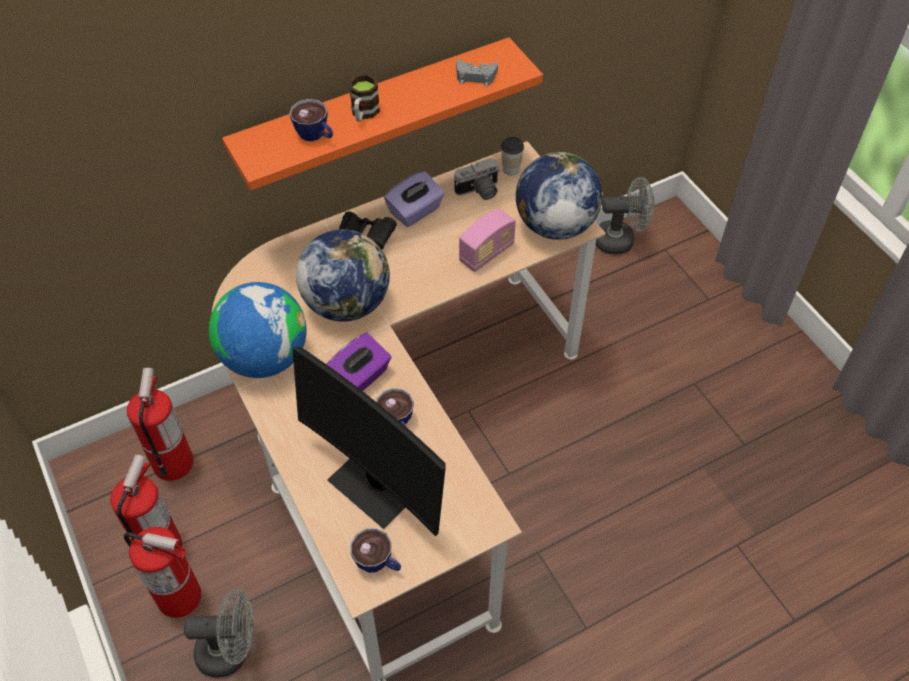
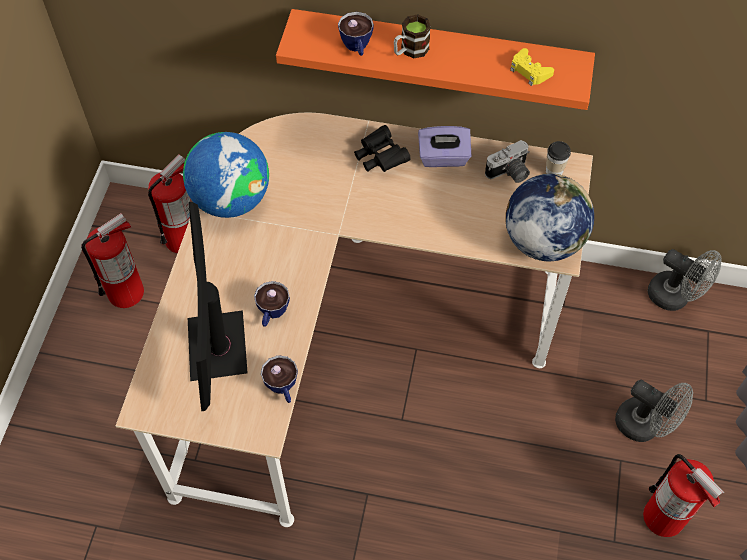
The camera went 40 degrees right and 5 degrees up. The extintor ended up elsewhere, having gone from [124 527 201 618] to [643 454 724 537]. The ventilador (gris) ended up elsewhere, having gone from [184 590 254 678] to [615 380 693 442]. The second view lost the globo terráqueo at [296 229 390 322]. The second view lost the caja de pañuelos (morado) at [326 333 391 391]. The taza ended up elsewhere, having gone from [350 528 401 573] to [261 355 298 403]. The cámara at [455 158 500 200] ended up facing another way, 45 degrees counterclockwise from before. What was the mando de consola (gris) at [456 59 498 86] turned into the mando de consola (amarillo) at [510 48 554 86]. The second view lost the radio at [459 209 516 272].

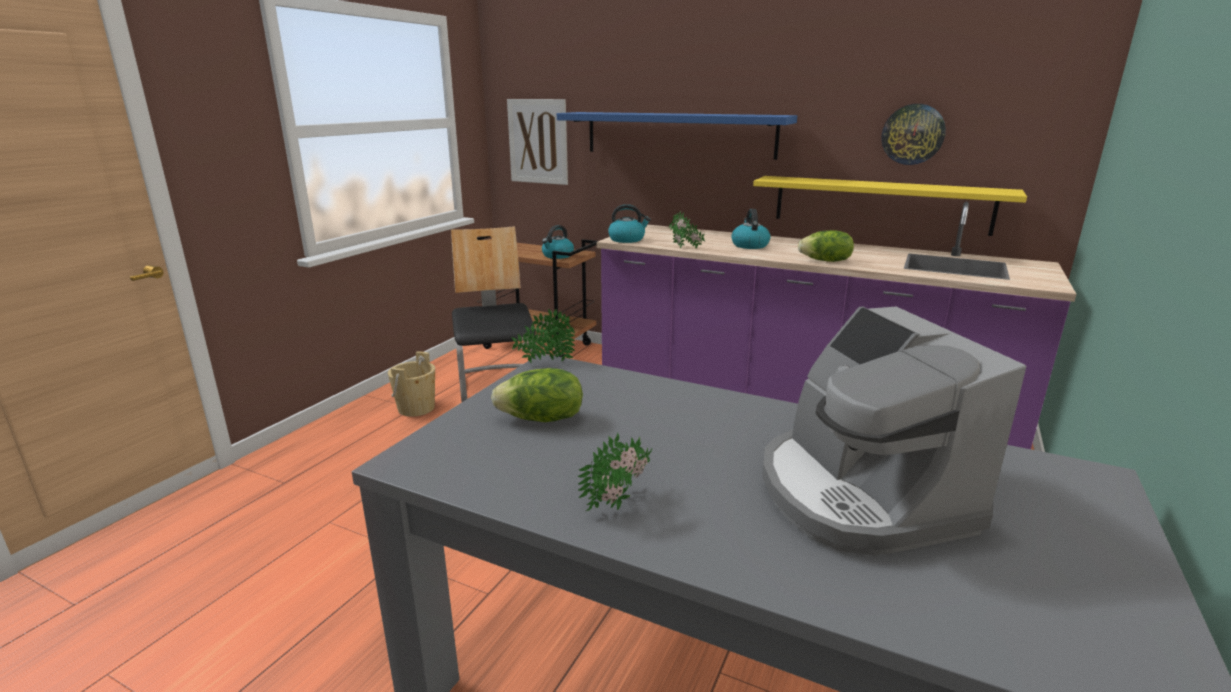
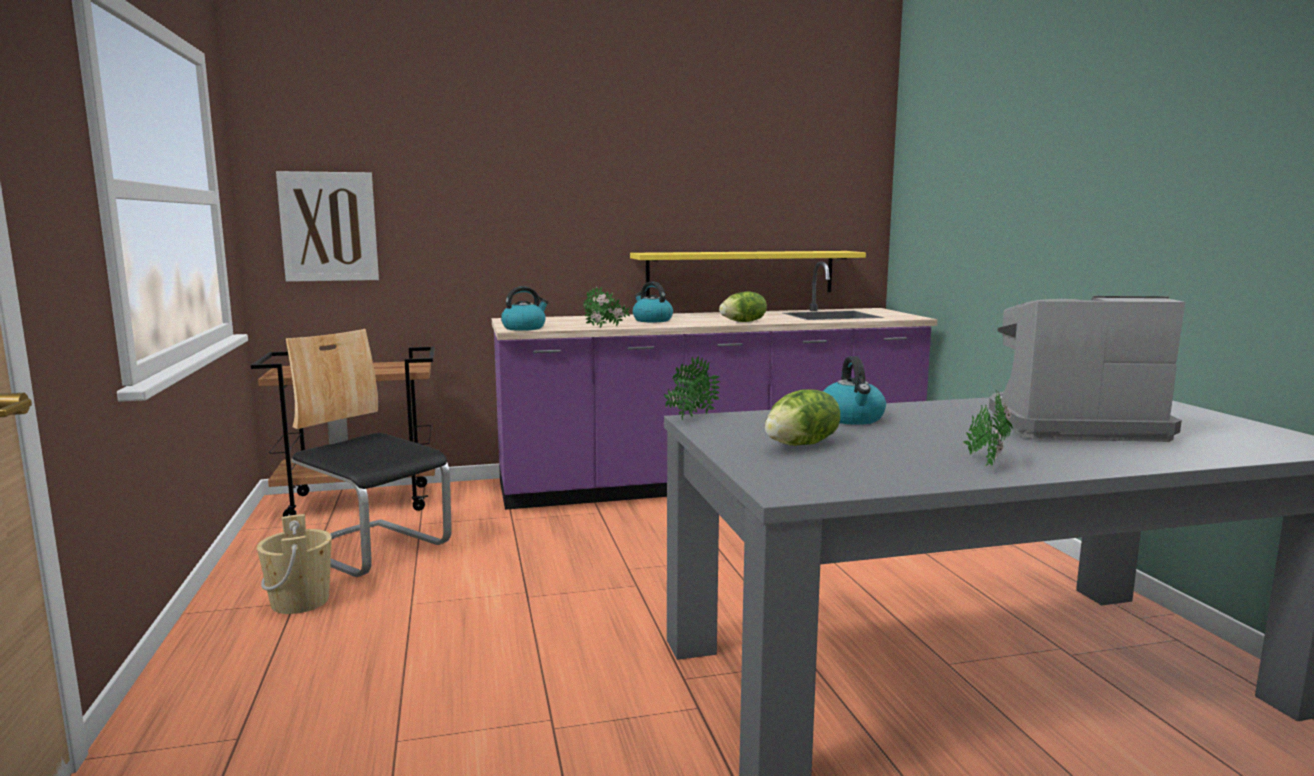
The camera went 40 degrees left and 10 degrees down. The hervidor ended up elsewhere, having gone from [542 225 574 259] to [823 356 886 425]. The second view lost the estante (azul) at [557 112 797 160]. The cafetera at [762 307 1026 555] ended up facing another way, 150 degrees clockwise from before. The second view lost the reloj de pared at [881 104 946 165].

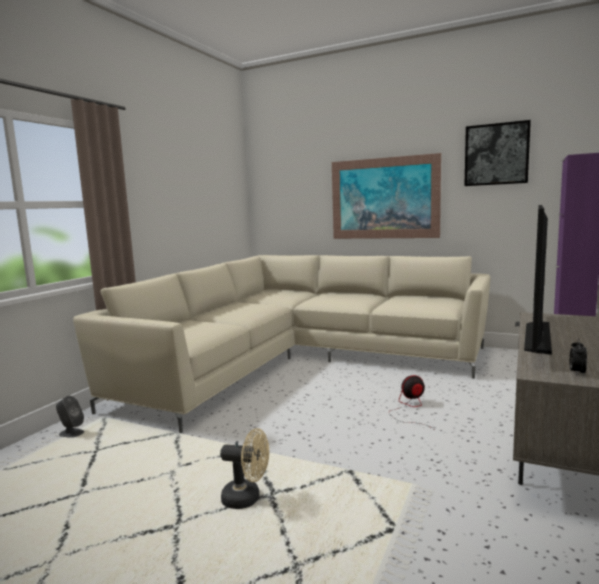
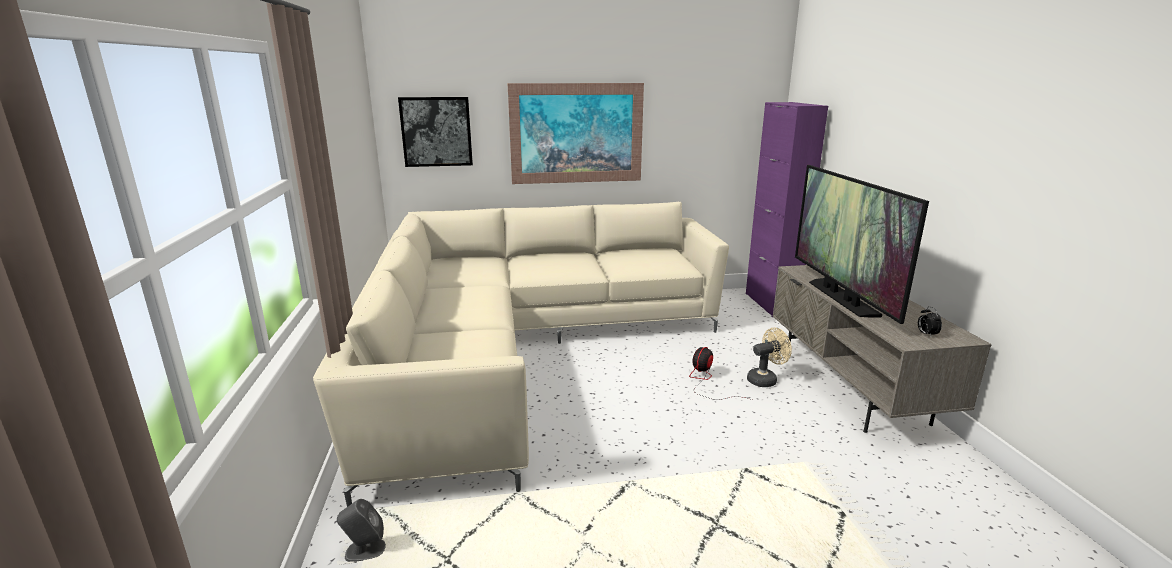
The camera went 35 degrees left and 10 degrees up. The ventilador (beis) ended up elsewhere, having gone from [220 428 269 509] to [747 327 792 387]. The cuadro ended up elsewhere, having gone from [464 120 531 186] to [398 97 473 167].

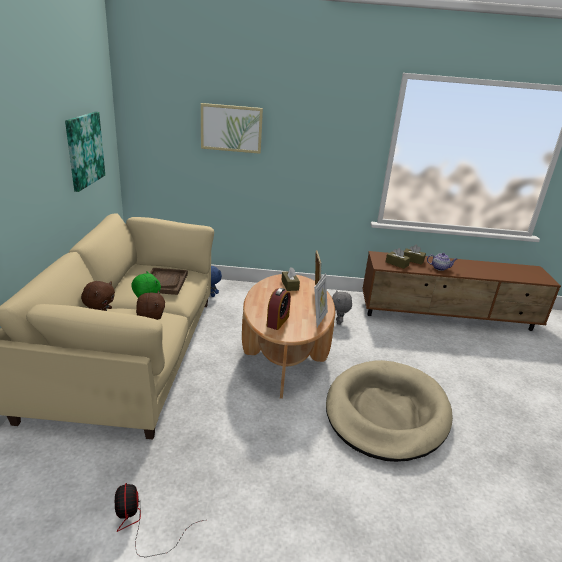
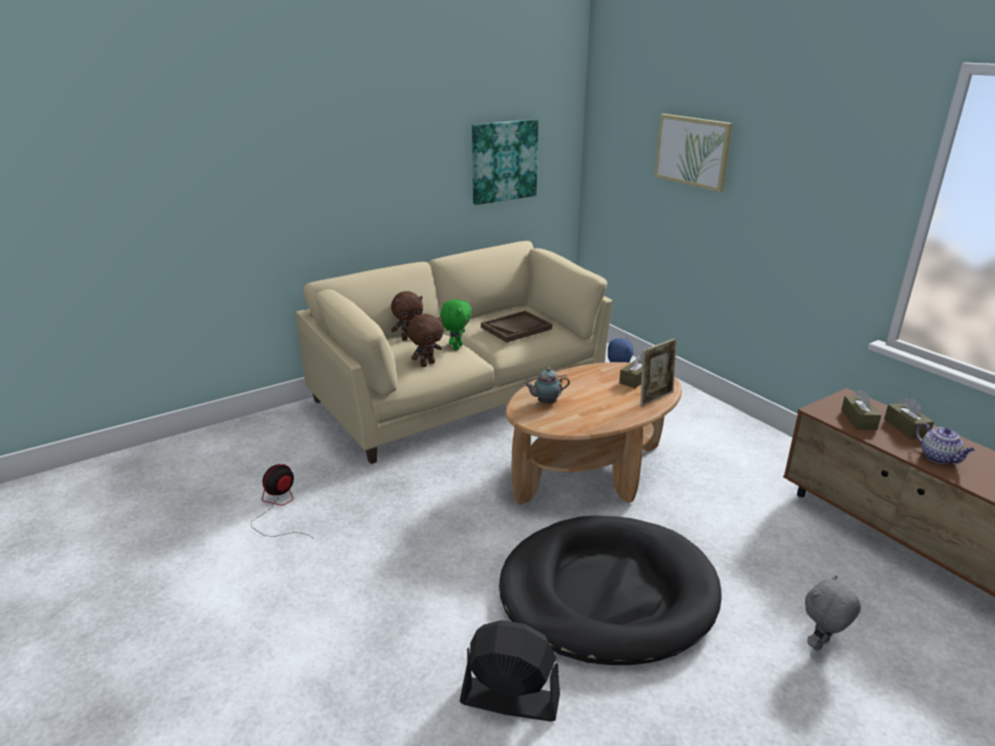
The camera went 55 degrees right and 0 degrees up. Where the despertador stood at [267 288 291 330], the tetera came to stand at [524 367 570 404]. The second view lost the portarretratos at [314 273 328 327]. What was the cama para perro (beis) at [326 360 453 462] turned into the cama para perro (negro) at [499 515 721 665]. The peluche (gris) ended up elsewhere, having gone from [332 291 352 325] to [805 575 861 651]. The second view gained the ventilador (negro) at [460 620 560 722].

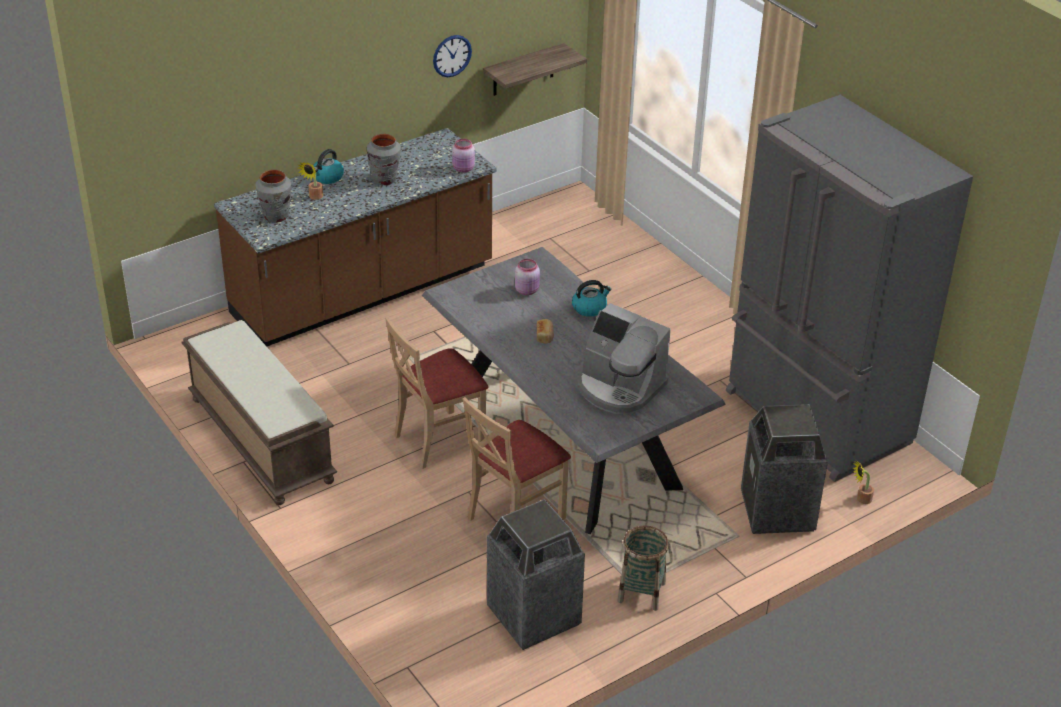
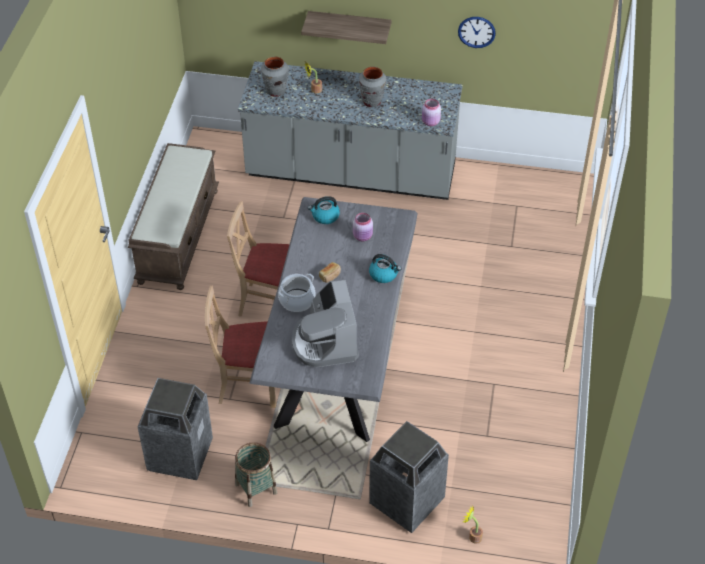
The camera went 45 degrees right and 10 degrees up. What was the mueble bajo de cocina (marrón) at [214 128 496 346] turned into the mueble bajo de cocina (gris) at [238 61 463 200]. The hervidor ended up elsewhere, having gone from [313 149 344 184] to [308 196 340 224]. The estante ended up elsewhere, having gone from [483 43 587 96] to [301 11 391 44]. The second view lost the nevera (gris) at [726 95 973 482]. The second view gained the olla at [278 273 316 312].

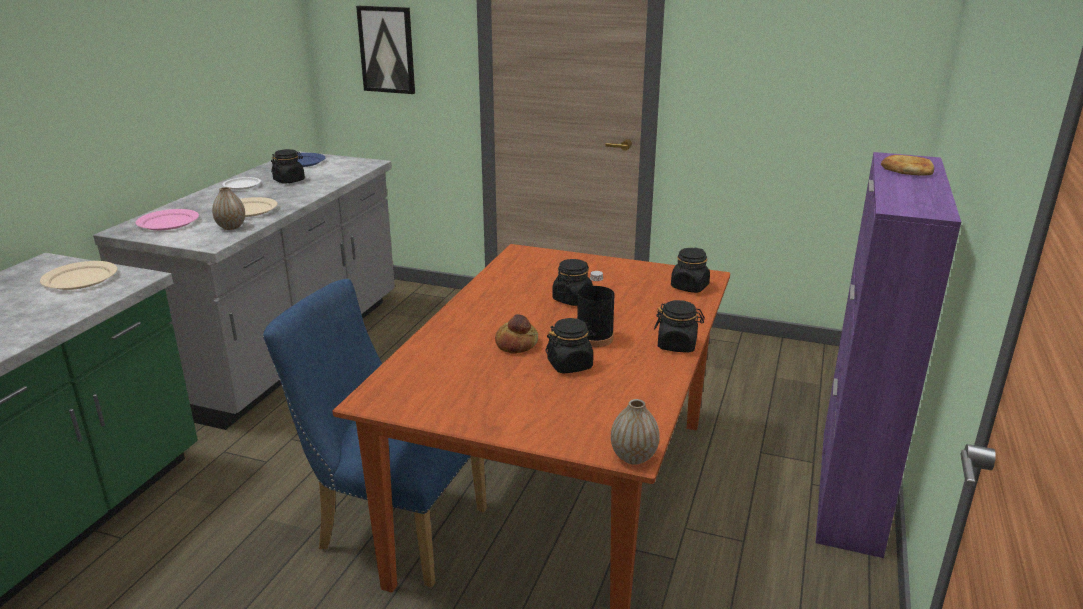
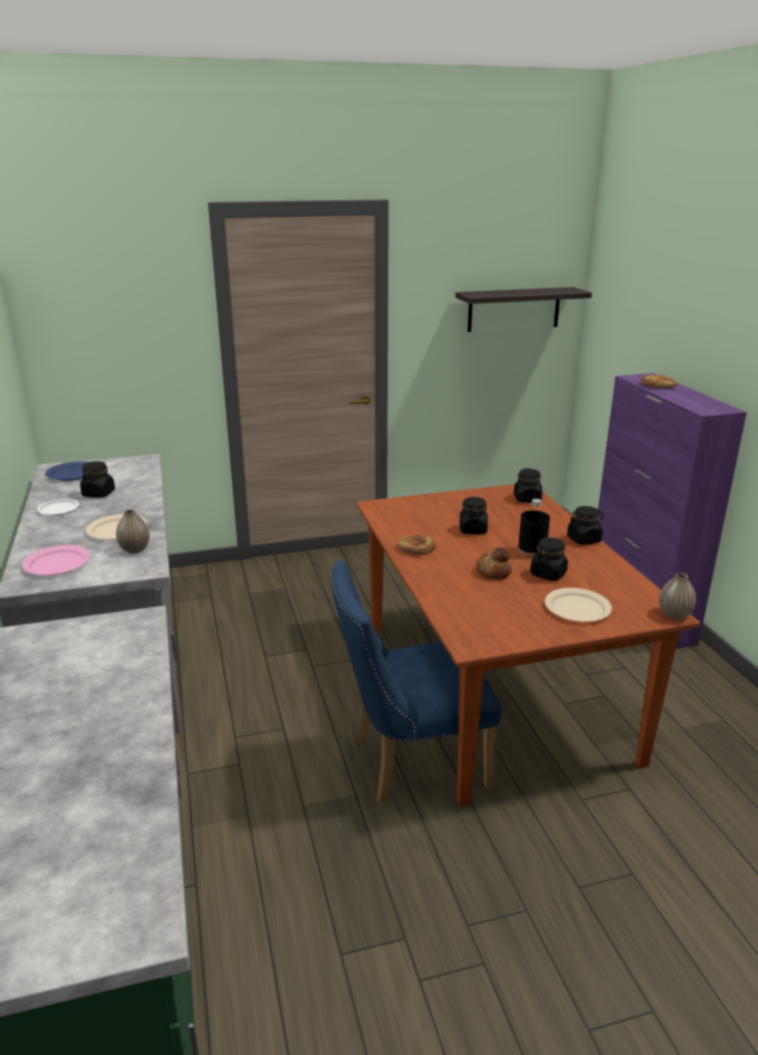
The camera went 35 degrees left and 0 degrees up. The plato (beis) ended up elsewhere, having gone from [40 261 118 290] to [545 588 612 622]. The second view lost the cuadro at [356 6 415 94]. The second view gained the pan at [397 534 436 554]. The second view gained the estante at [455 287 592 332].

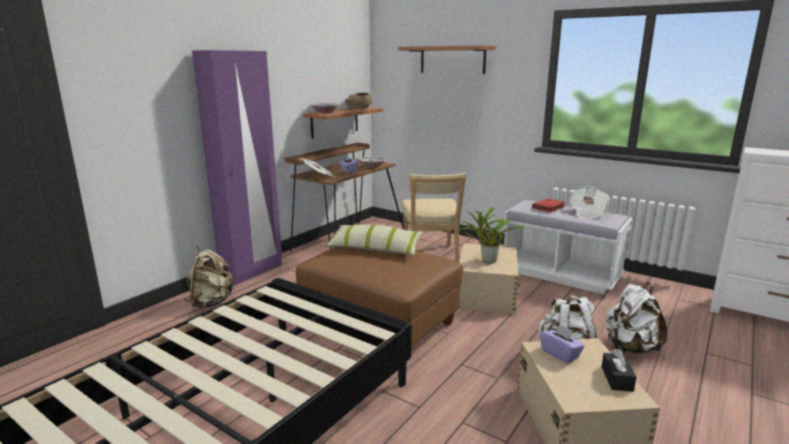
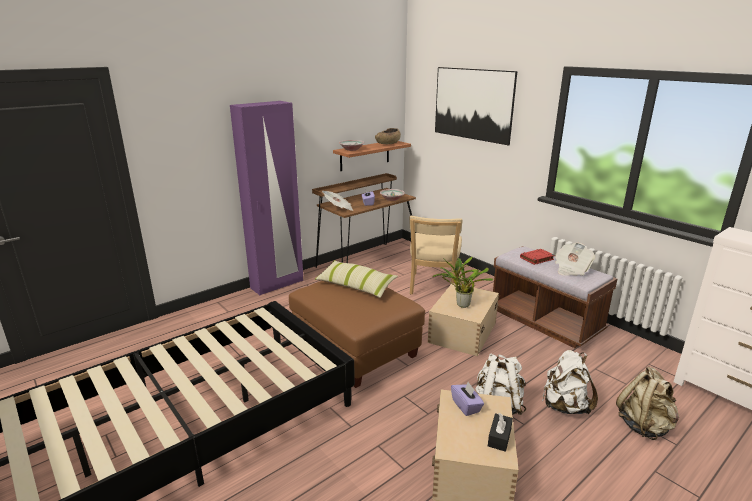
The camera went 15 degrees right and 5 degrees up. The mochila (beis) ended up elsewhere, having gone from [187 247 235 308] to [616 367 679 440]. Where the estante hung at [398 45 496 74], the cuadro came to hang at [435 67 517 145]. What was the banco (blanco) at [504 200 632 294] turned into the banco (marrón) at [493 246 617 348].

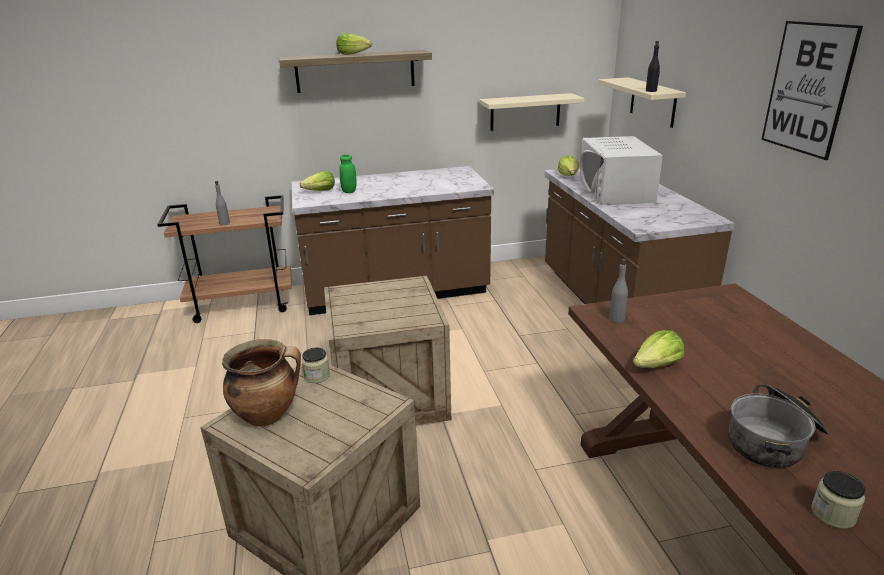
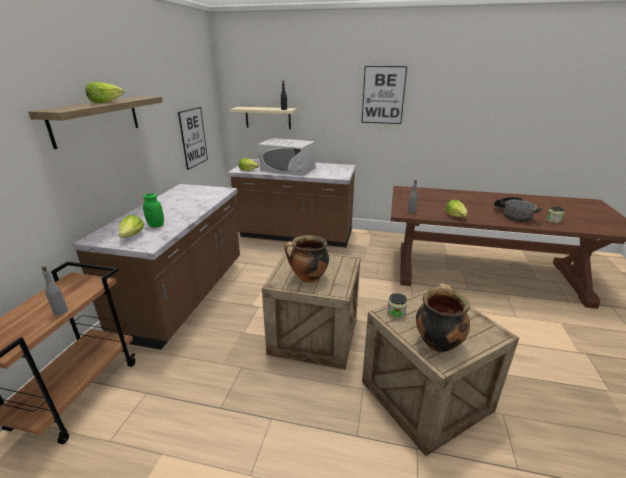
The camera went 65 degrees left and 0 degrees up. Where the estante (beis) hung at [479 93 585 131], the cuadro came to hang at [178 107 208 170]. The second view gained the olla at [284 235 329 283].

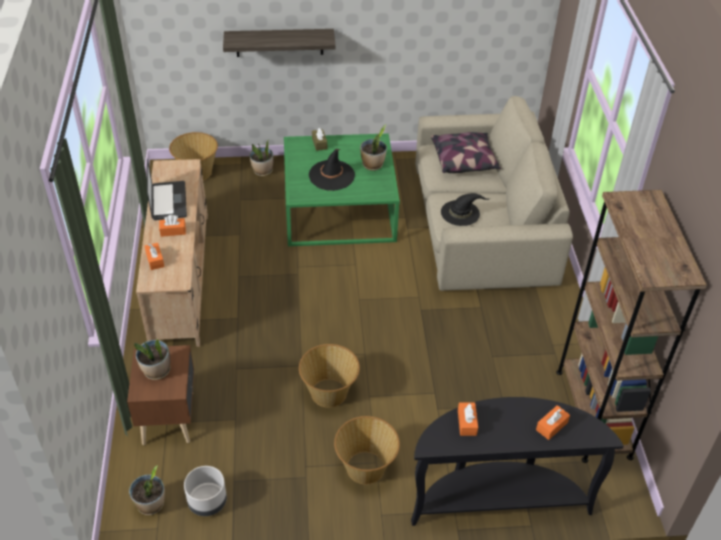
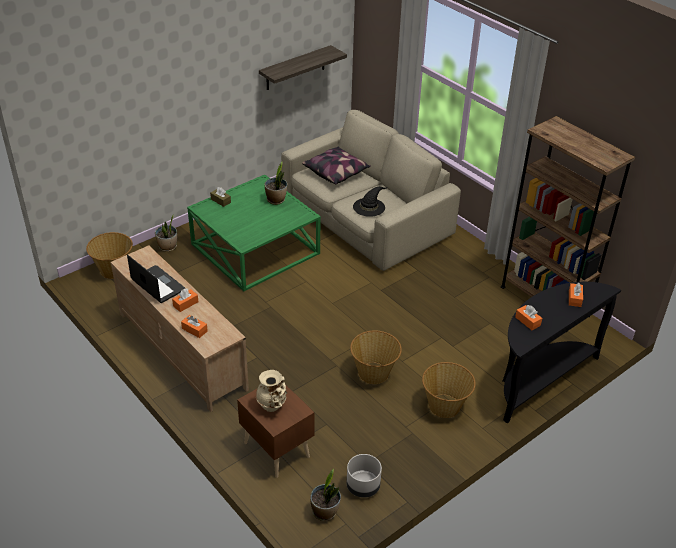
The camera went 35 degrees left and 5 degrees down. Where the planta en maceta stood at [134 339 171 380], the florero (beis) came to stand at [256 370 287 412]. The estante ended up elsewhere, having gone from [223 29 336 57] to [259 45 347 90]. The second view lost the sombrero (negro) at [309 149 355 191].

